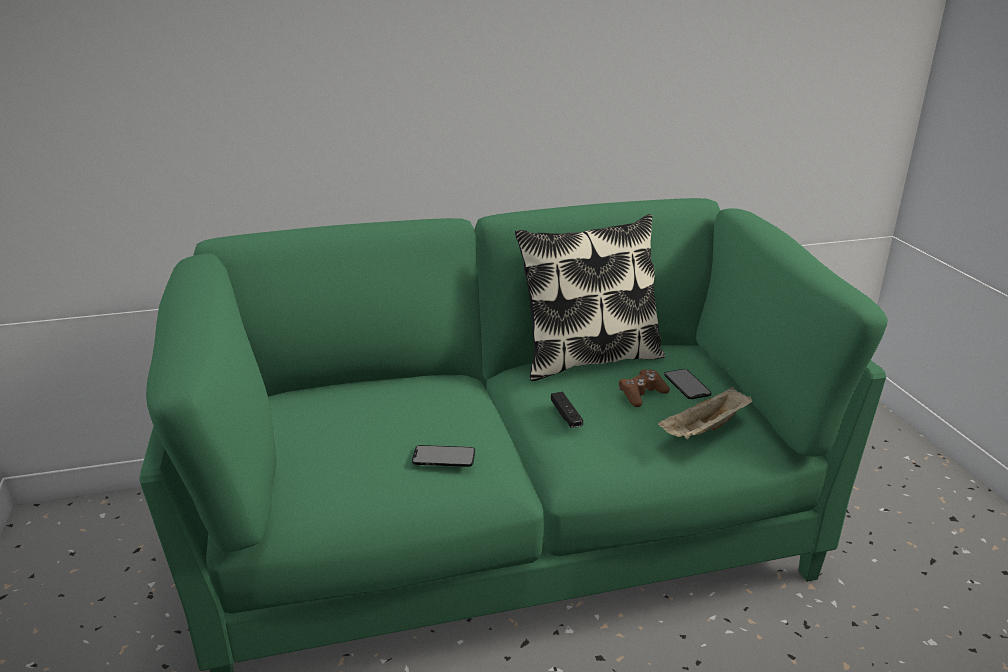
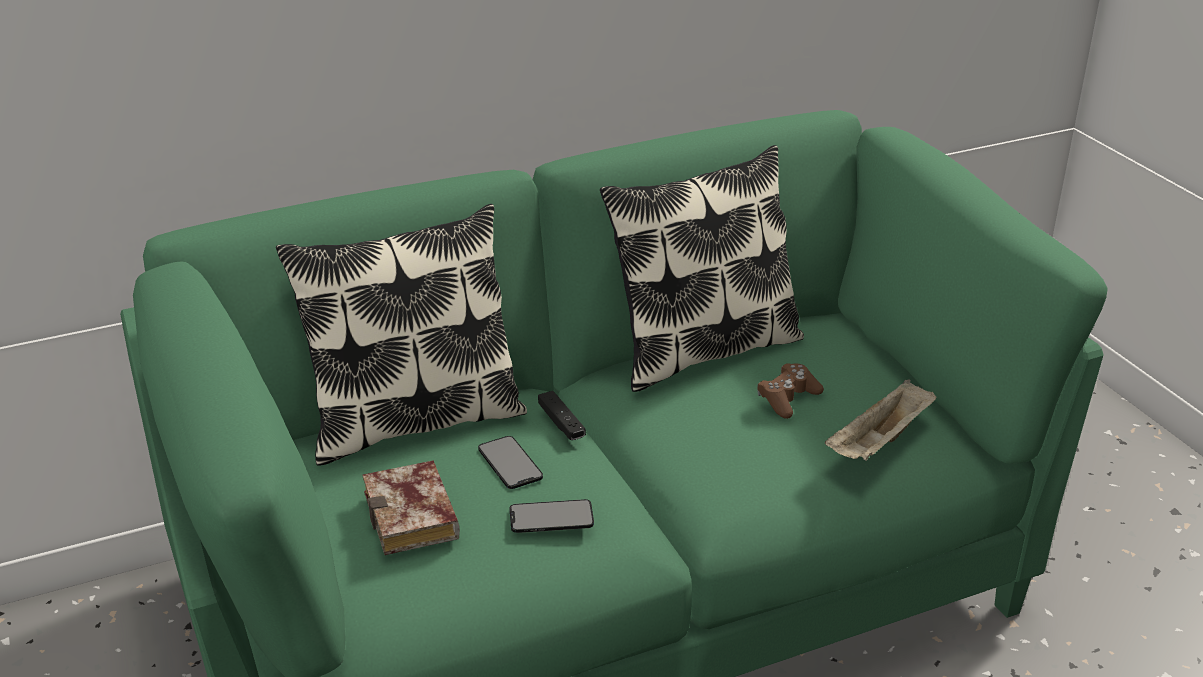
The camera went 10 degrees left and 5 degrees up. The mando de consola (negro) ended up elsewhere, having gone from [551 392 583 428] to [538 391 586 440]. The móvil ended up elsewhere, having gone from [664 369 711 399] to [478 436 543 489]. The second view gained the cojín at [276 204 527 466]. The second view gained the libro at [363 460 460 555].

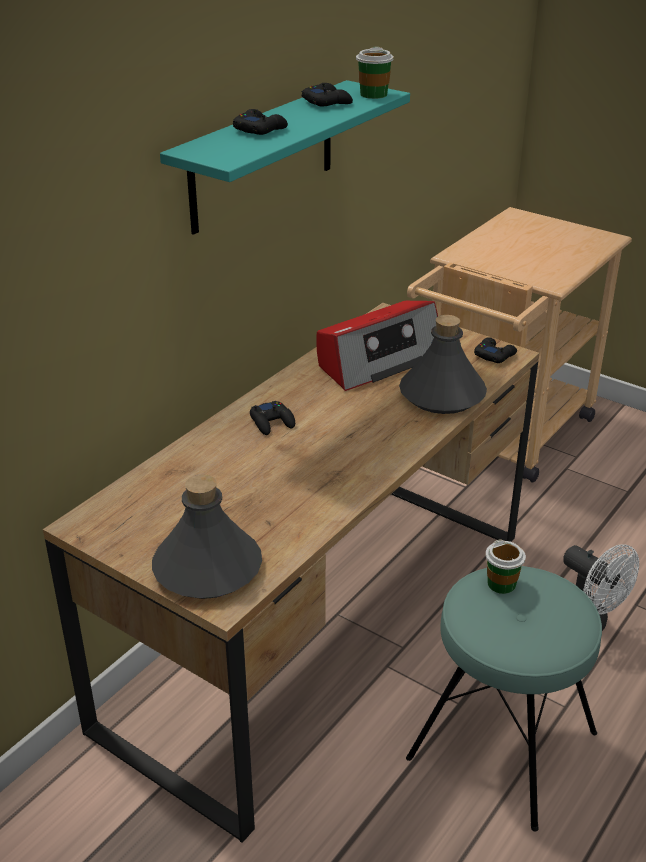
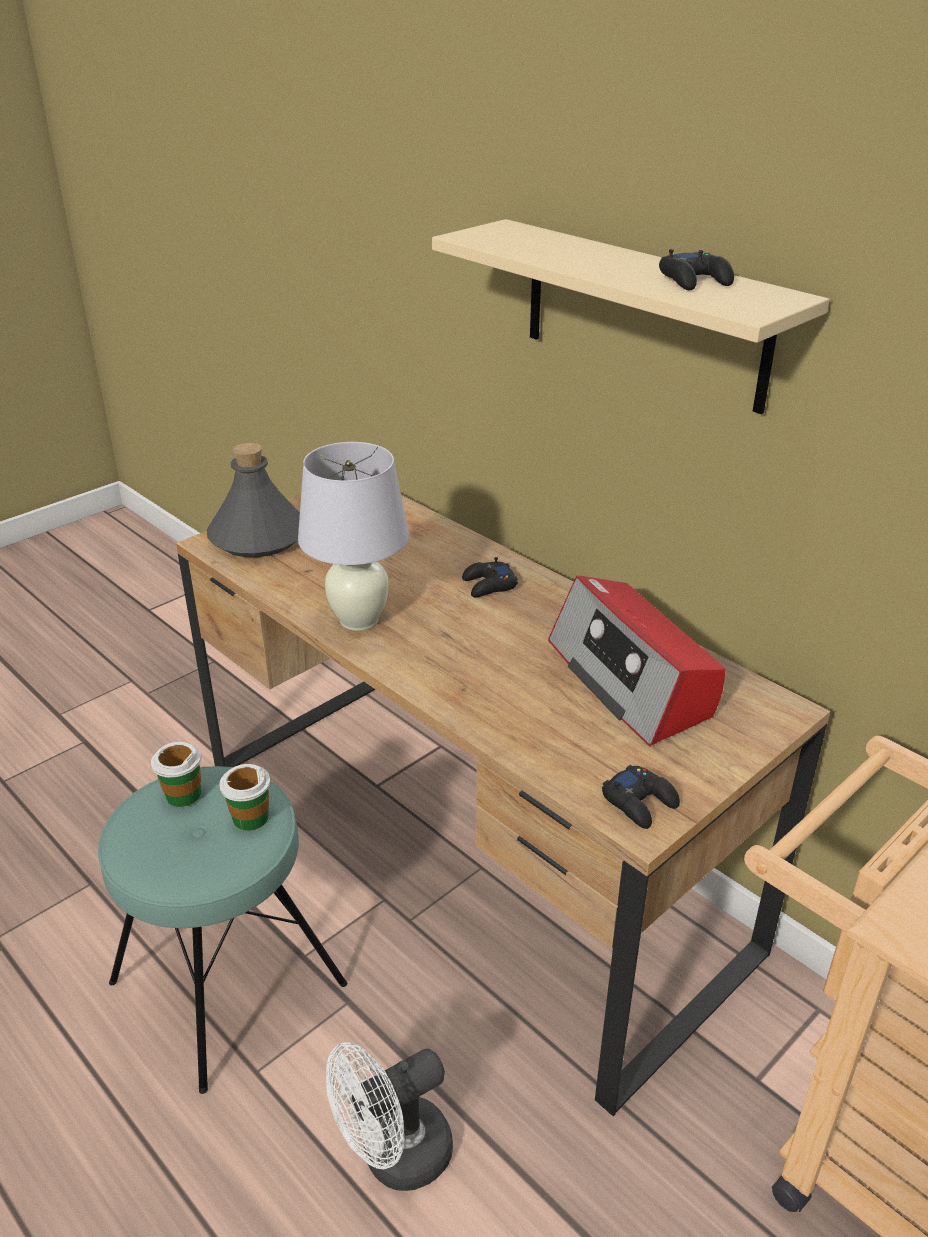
The camera went 100 degrees right and 0 degrees up. What was the estante (turquesa) at [160 80 410 235] turned into the estante (beis) at [432 219 830 414]. The second view lost the mando de consola (negro) at [233 109 288 135]. The taza ended up elsewhere, having gone from [356 46 394 99] to [151 742 201 807]. The second view lost the botella (gris) at [399 315 487 414]. The second view gained the lámpara de mesa (blanco) at [298 442 409 631].

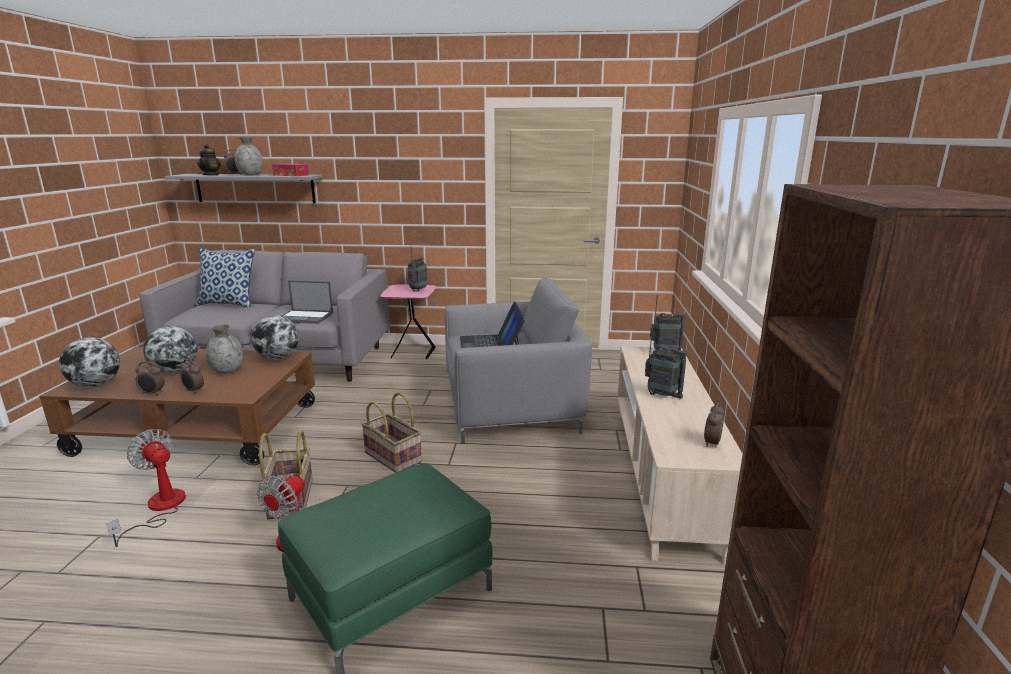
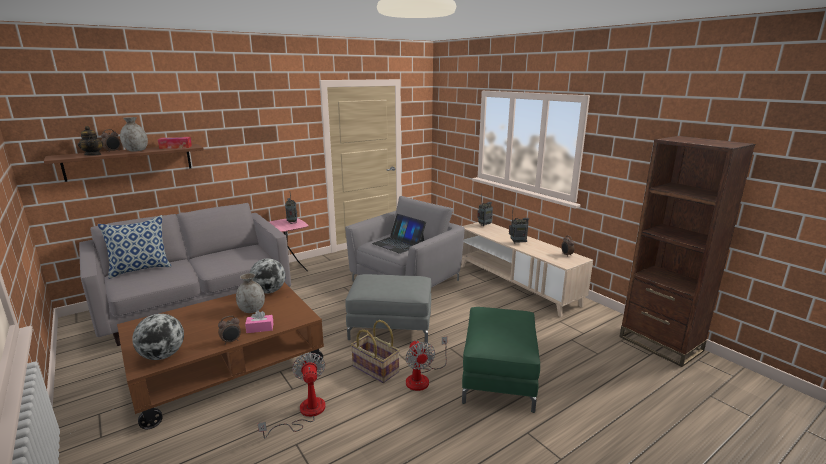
The camera went 40 degrees left and 0 degrees up. The ventilador at [106 429 186 547] ended up facing another way, 75 degrees clockwise from before. The second view lost the globo terráqueo at [143 326 198 373]. What was the estante (gris) at [165 174 323 203] turned into the estante (marrón) at [44 144 204 182]. Where the despertador stood at [180 359 204 393], the caja de pañuelos (rosa) came to stand at [245 310 273 333]. The second view lost the portátil at [282 280 333 324]. Where the cesta stood at [361 392 422 473], the puf (gris) came to stand at [345 274 431 344].

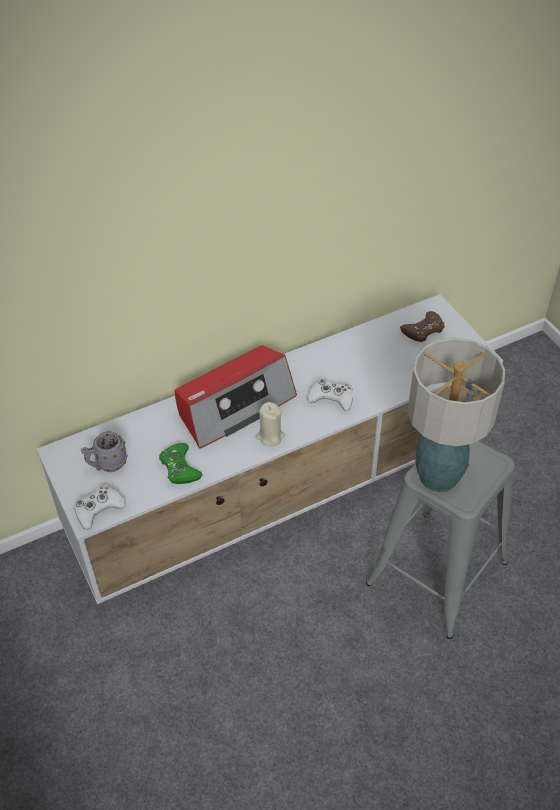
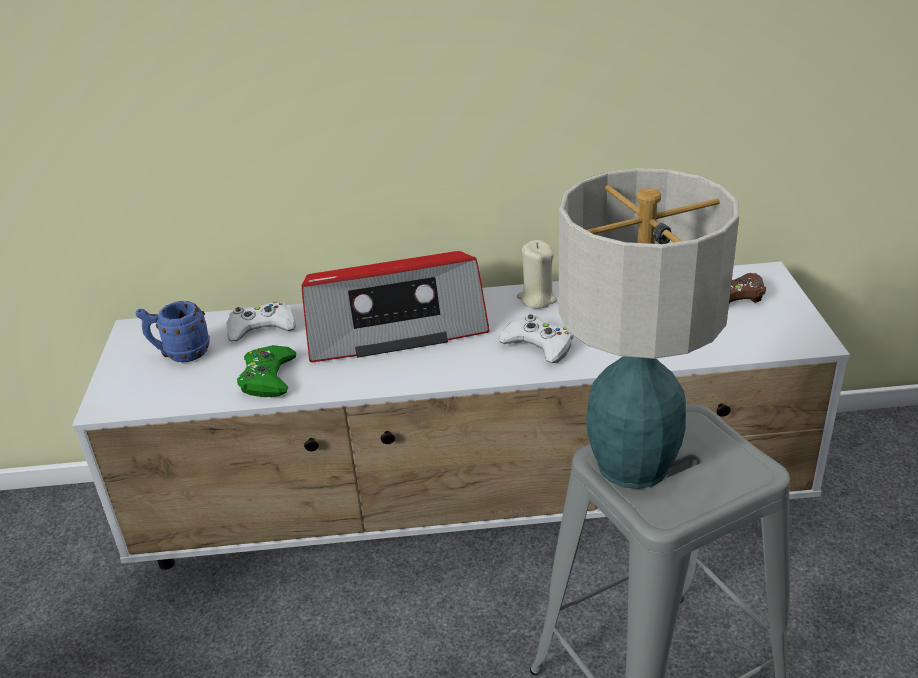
The camera went 25 degrees right and 15 degrees down. The mando de consola (blanco) ended up elsewhere, having gone from [73 485 126 530] to [227 301 296 342]. What was the taza grande (gris) at [81 432 127 472] turned into the taza grande (azul) at [136 301 210 362]. The vela (beis) ended up elsewhere, having gone from [256 402 285 446] to [517 240 557 309].

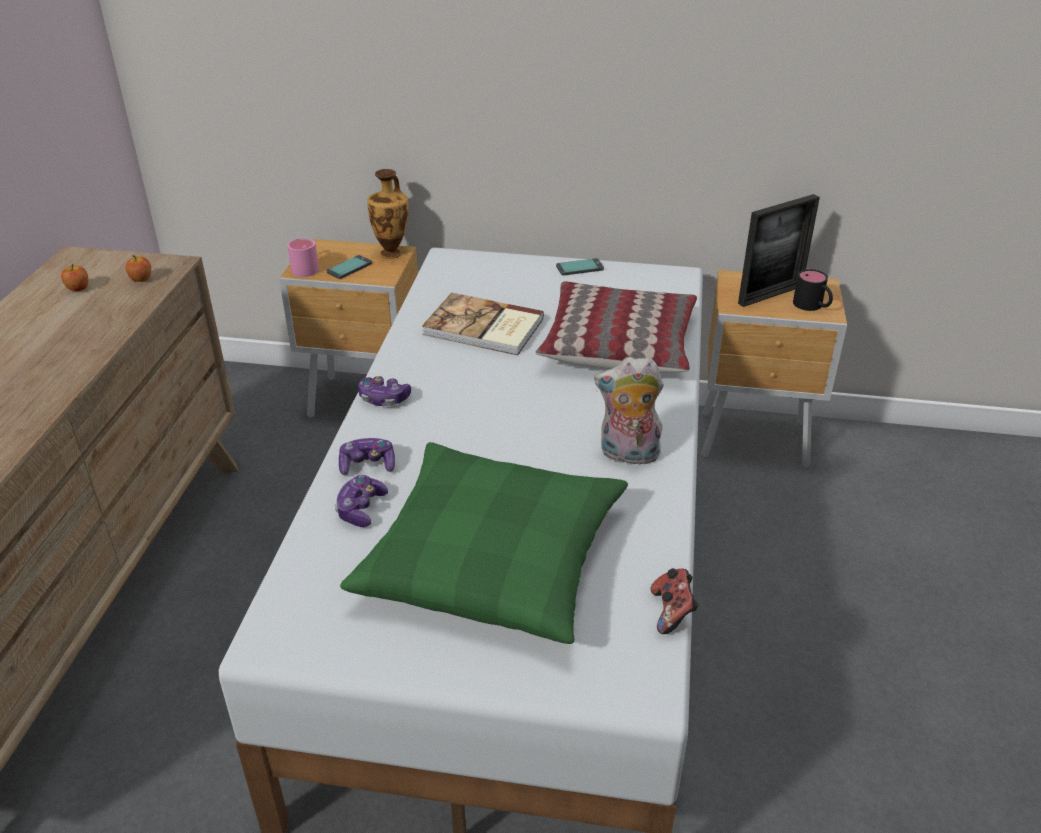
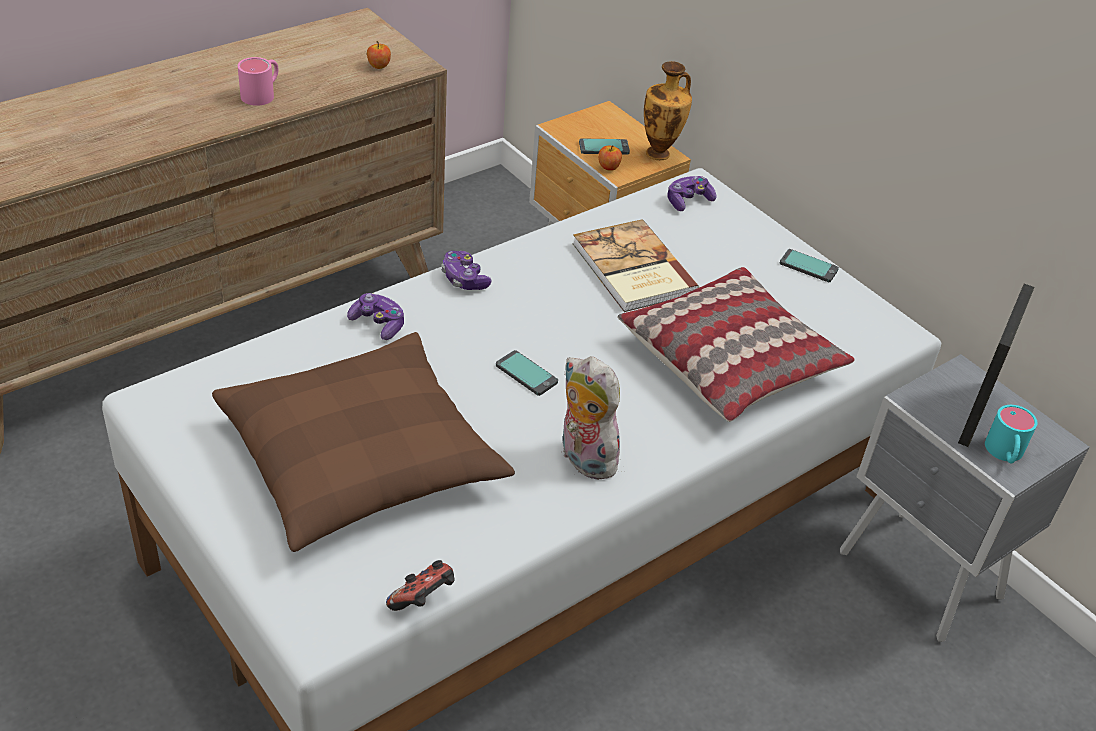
The camera went 40 degrees right and 5 degrees up. The manzana ended up elsewhere, having gone from [61 264 88 291] to [598 145 622 171]. The taza grande (rosa) ended up elsewhere, having gone from [287 238 319 277] to [238 57 279 106]. The mando de consola ended up elsewhere, having gone from [334 475 388 527] to [667 176 716 211]. What was the cojín (verde) at [340 442 628 644] turned into the cojín (marrón) at [212 332 515 552]. What was the mesita de noche (marrón) at [701 270 847 468] turned into the mesita de noche (gris) at [840 354 1090 642]. The portarretratos at [738 194 820 307] ended up facing another way, 75 degrees counterclockwise from before. What was the taza grande (negro) at [793 269 833 311] turned into the taza grande (turquesa) at [985 405 1038 463]. The second view gained the móvil at [496 350 558 396].

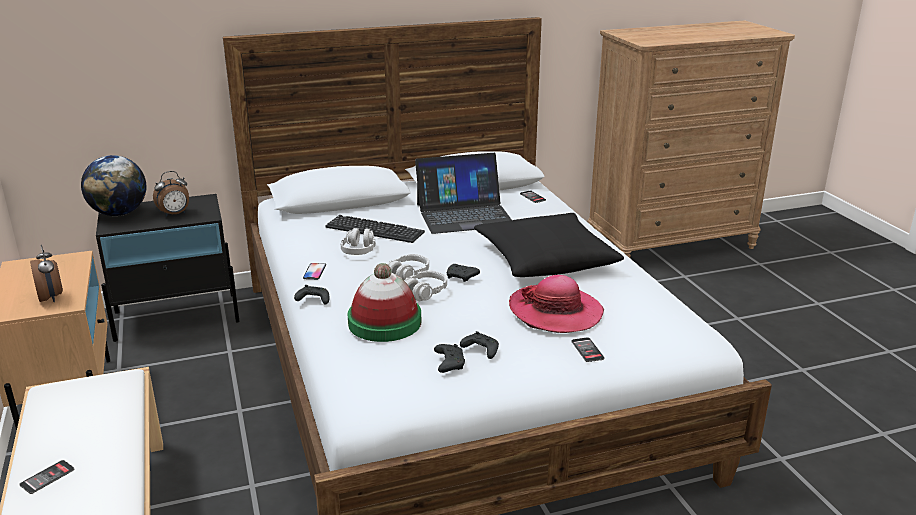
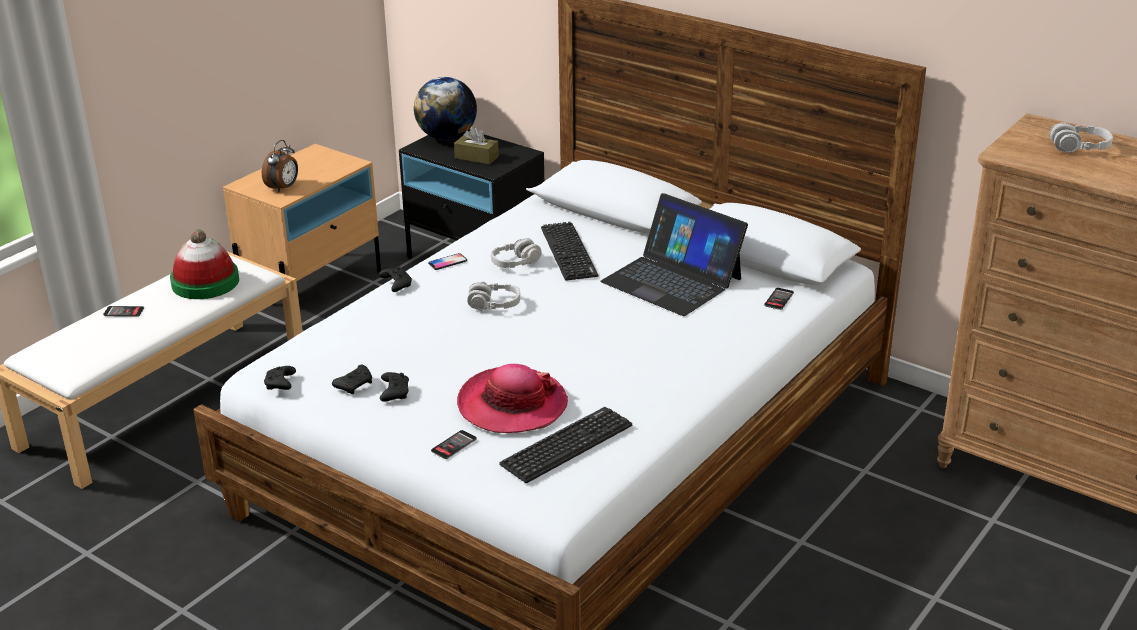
The camera went 55 degrees right and 5 degrees up. Where the despertador stood at [153 171 189 217], the caja de pañuelos (marrón) came to stand at [454 127 499 165]. The sombrero ended up elsewhere, having gone from [348 263 421 342] to [170 229 239 299]. The auriculares (gris) ended up elsewhere, having gone from [404 270 447 301] to [1049 122 1113 153]. The mando de consola (negro) ended up elsewhere, having gone from [447 264 480 282] to [264 366 296 390]. The second view lost the cojín (negro) at [474 213 624 277]. The second view gained the teclado at [499 407 632 483].

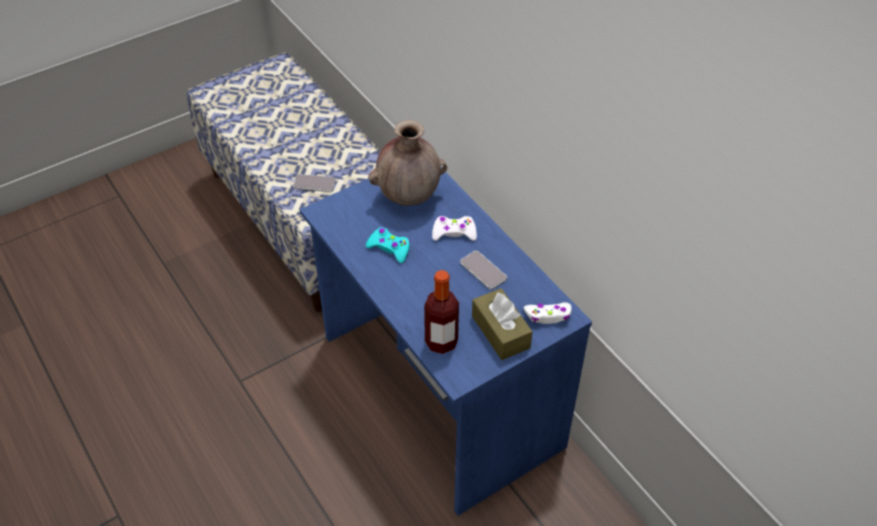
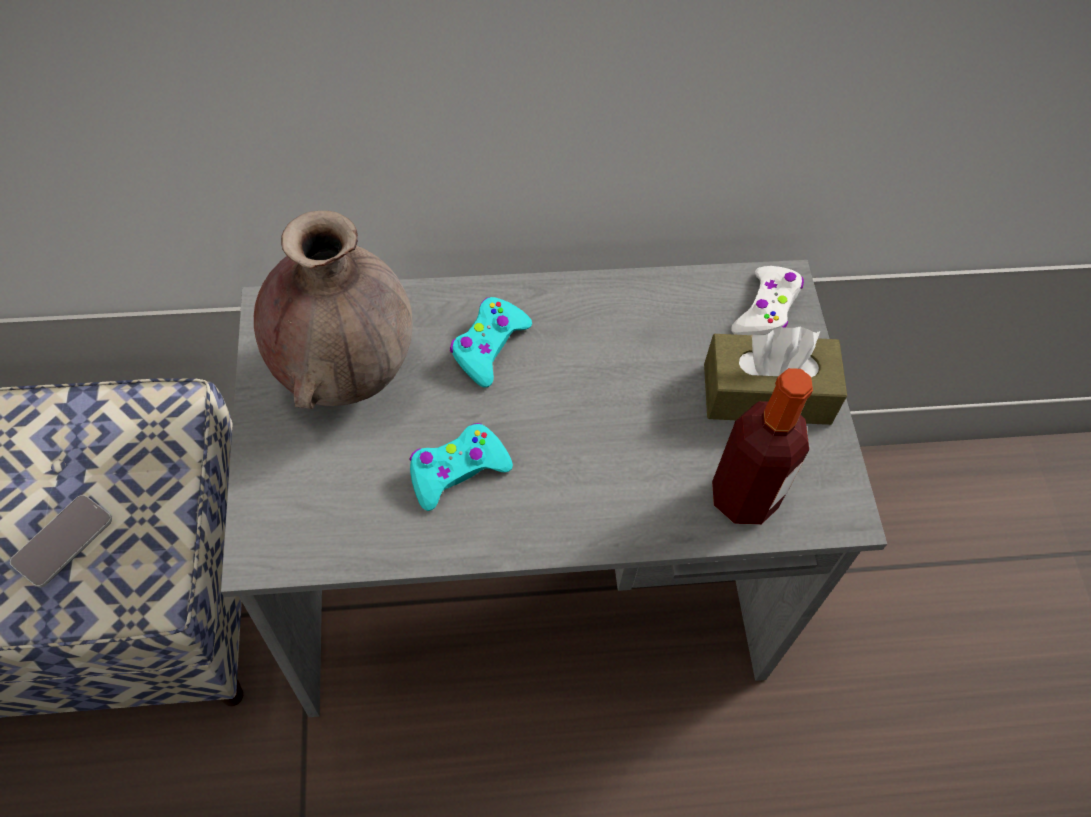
The camera went 65 degrees left and 10 degrees up. What was the escritorio (azul) at [299 172 592 516] turned into the escritorio (gris) at [221 260 887 717]. What was the mando de consola (blanco) at [432 216 477 241] turned into the mando de consola (turquesa) at [450 297 532 388]. The second view lost the móvil at [460 251 507 290].

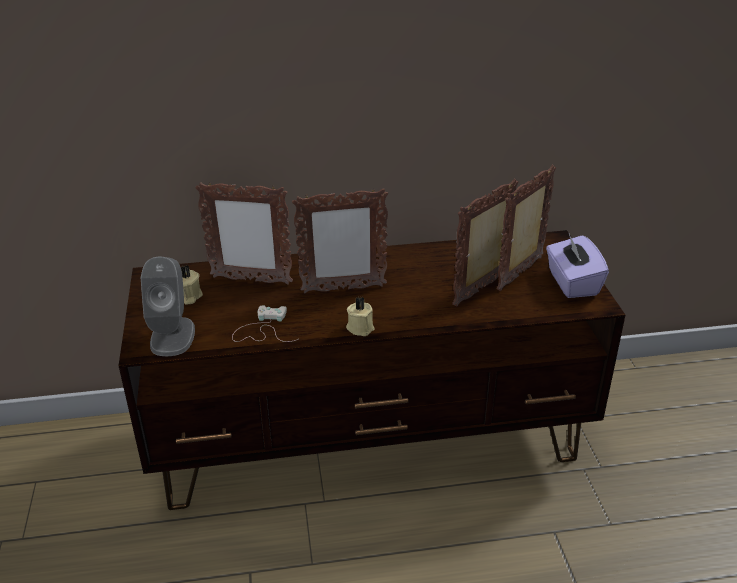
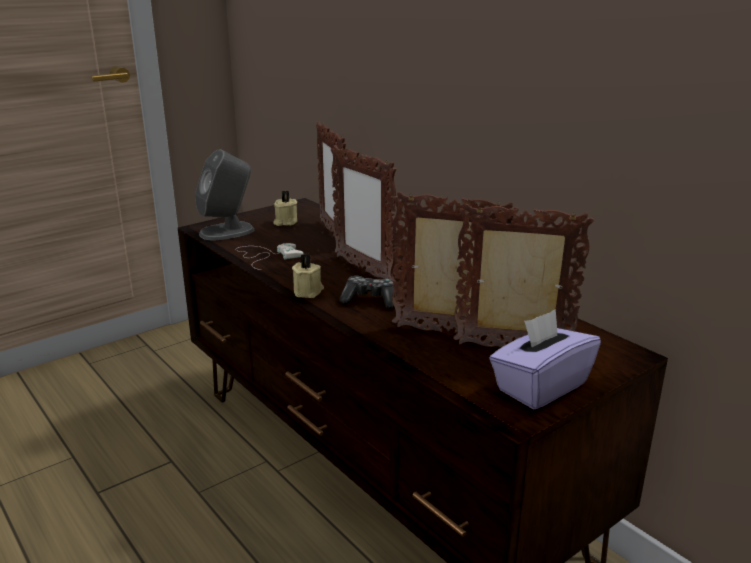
The camera went 60 degrees right and 10 degrees down. The second view gained the mando de consola at [339 276 396 308].

